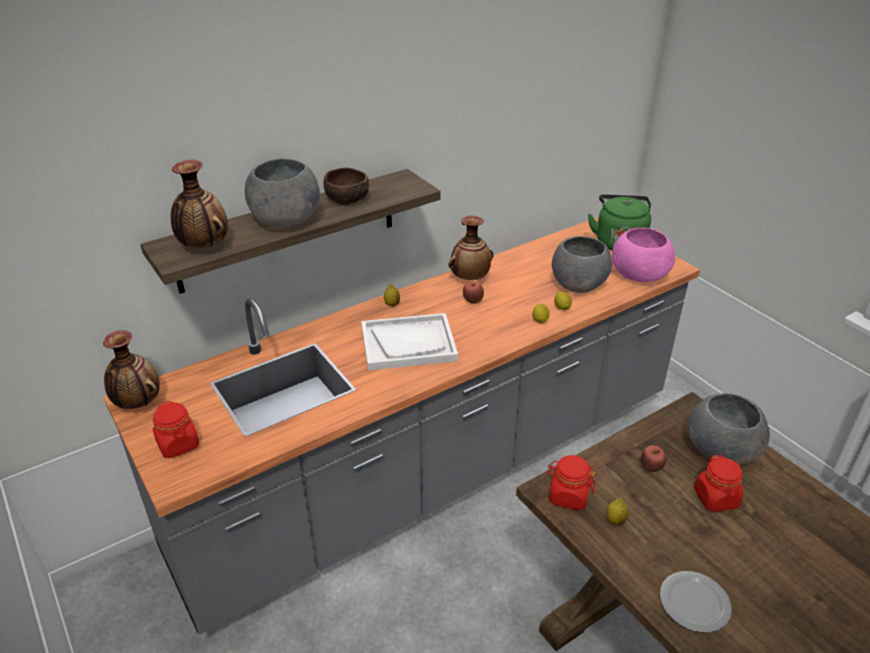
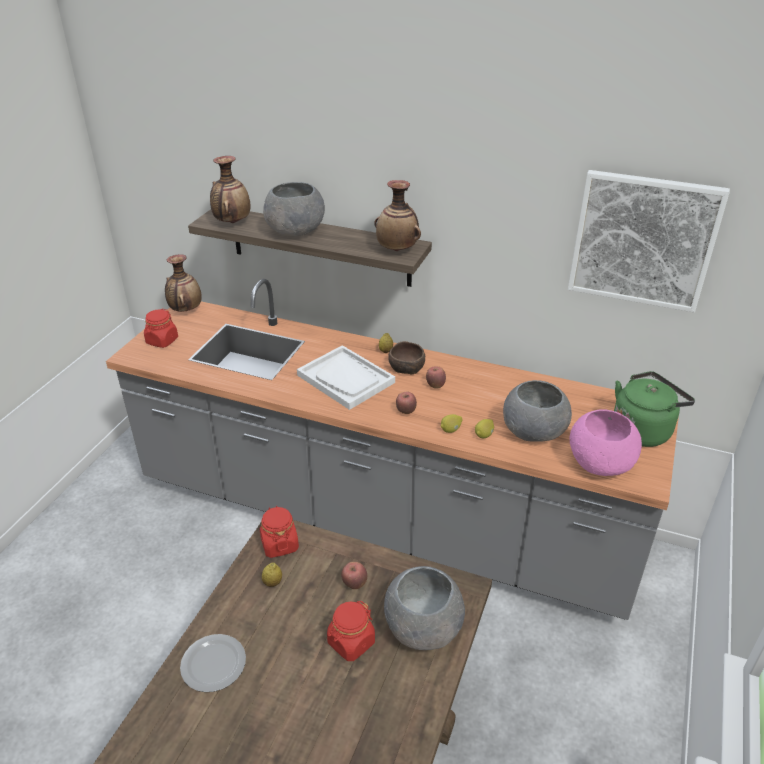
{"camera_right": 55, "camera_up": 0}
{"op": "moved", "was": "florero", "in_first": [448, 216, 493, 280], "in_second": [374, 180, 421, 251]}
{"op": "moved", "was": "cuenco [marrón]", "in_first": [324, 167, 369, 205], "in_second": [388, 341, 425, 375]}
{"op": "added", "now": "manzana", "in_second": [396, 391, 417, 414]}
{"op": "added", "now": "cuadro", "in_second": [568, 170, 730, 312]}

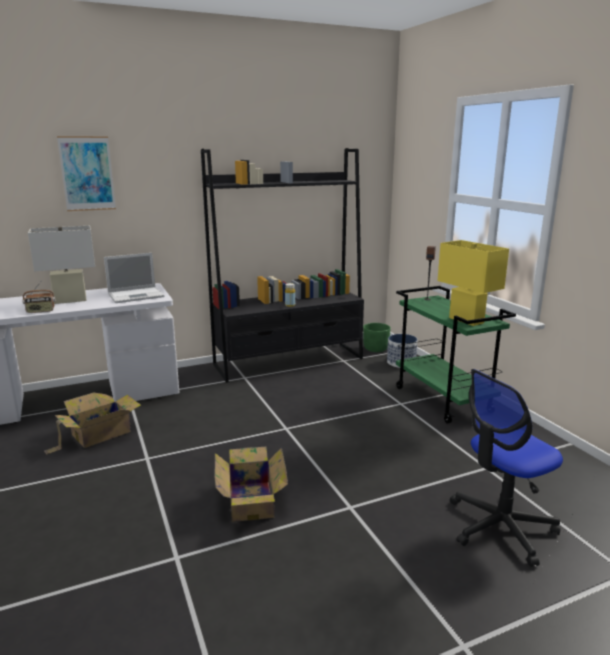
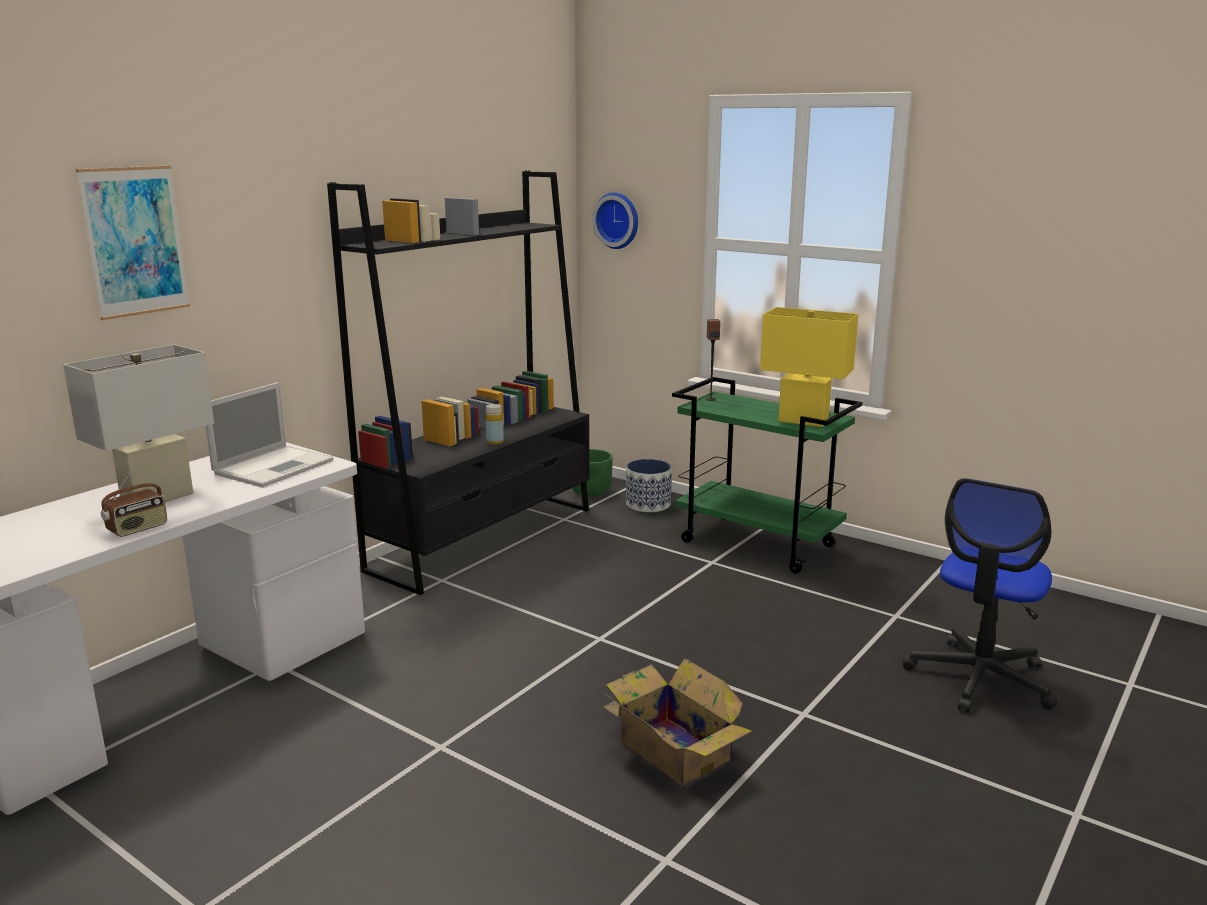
{"camera_right": -30, "camera_up": 0}
{"op": "added", "now": "reloj de pared", "in_second": [592, 192, 638, 249]}
{"op": "removed", "was": "caja de cartón", "in_first": [44, 393, 141, 454]}

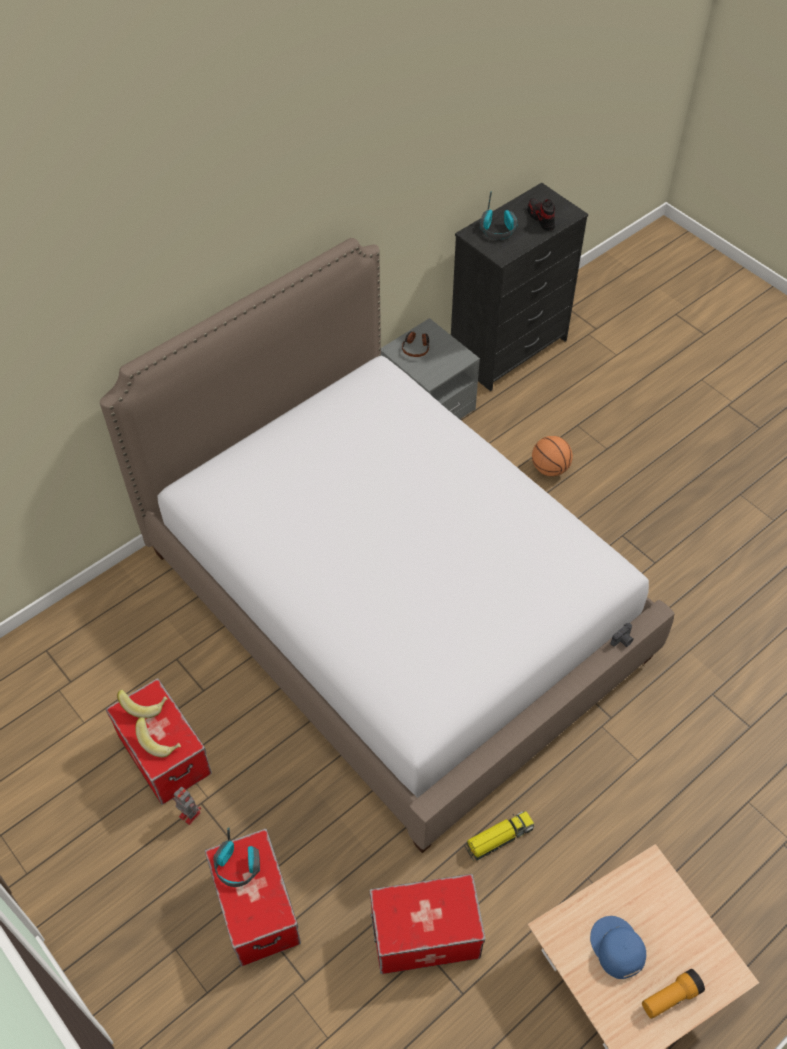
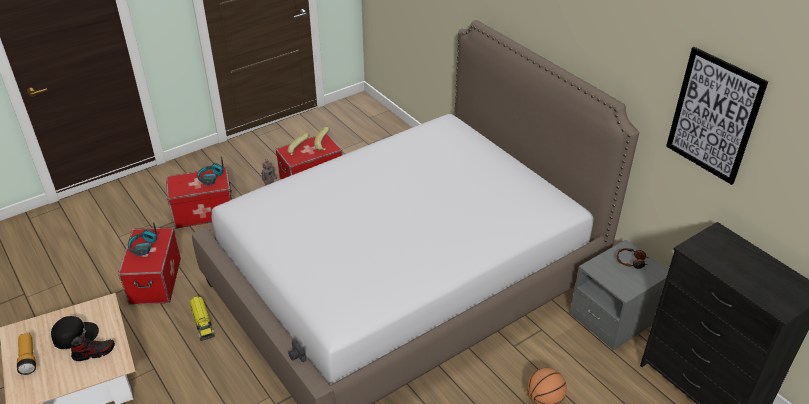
{"camera_right": 95, "camera_up": -15}
{"op": "recoloured", "was": "gorra [azul]", "now": "gorra [negro]", "in_first": [590, 916, 646, 979], "in_second": [51, 316, 99, 349]}
{"op": "moved", "was": "zapato", "in_first": [527, 198, 555, 231], "in_second": [71, 335, 115, 361]}
{"op": "moved", "was": "auriculares", "in_first": [480, 192, 517, 239], "in_second": [128, 222, 157, 256]}
{"op": "added", "now": "cuadro", "in_second": [666, 47, 768, 185]}

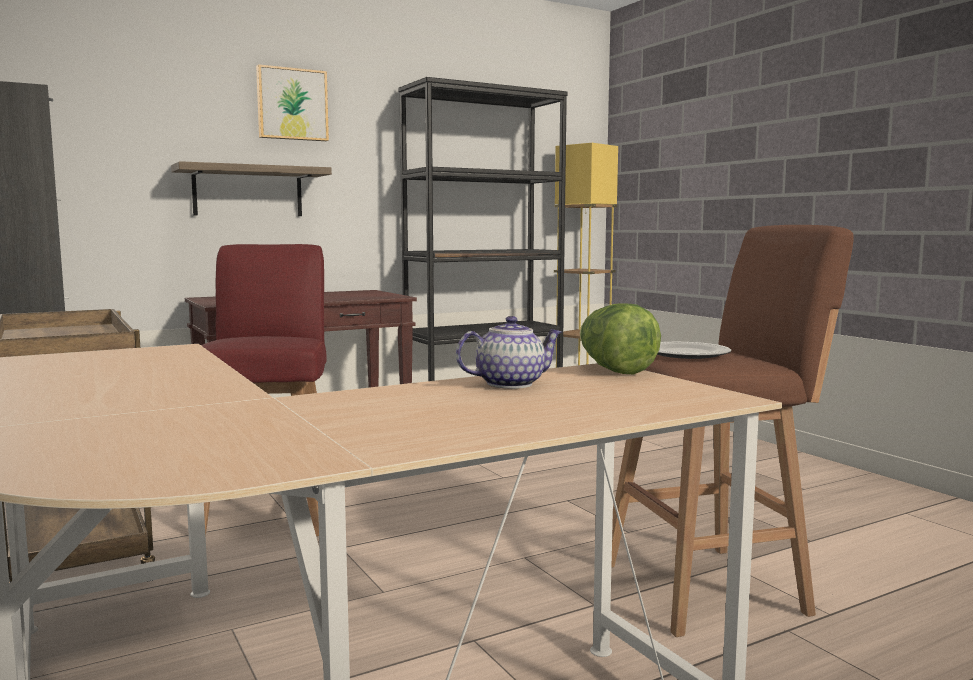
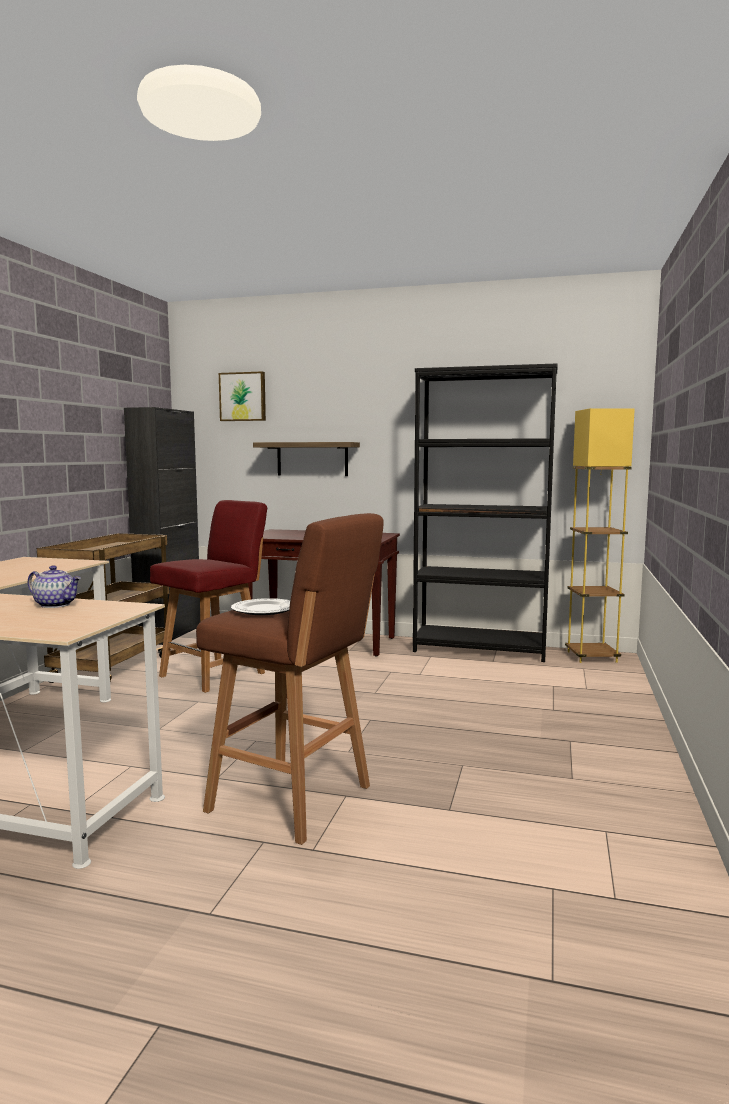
{"camera_right": 45, "camera_up": 0}
{"op": "moved", "was": "cuadro", "in_first": [256, 64, 329, 141], "in_second": [219, 372, 266, 421]}
{"op": "removed", "was": "lechuga", "in_first": [580, 303, 661, 374]}

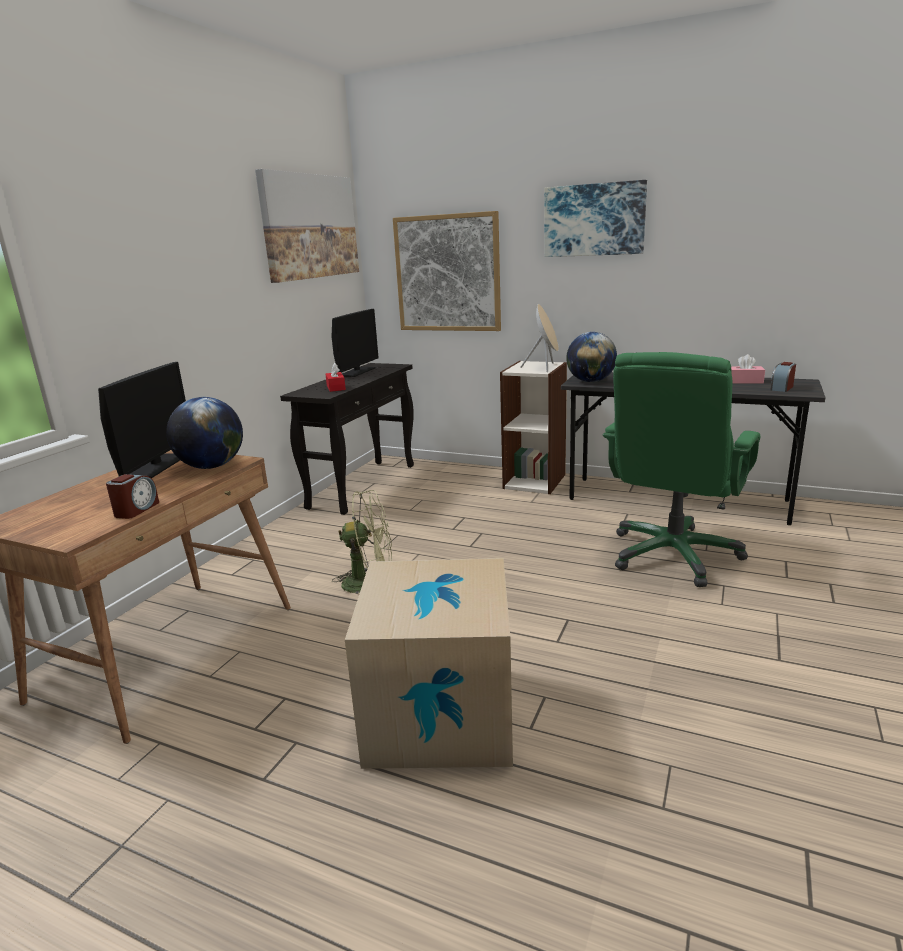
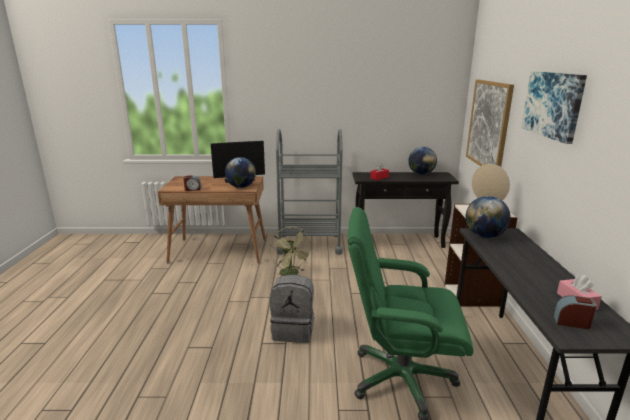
{"camera_right": 65, "camera_up": 0}
{"op": "added", "now": "mochila [gris]", "in_second": [270, 275, 314, 343]}
{"op": "added", "now": "carrito [gris]", "in_second": [276, 129, 343, 255]}
{"op": "replaced", "was": "monitor", "now": "globo terráqueo", "in_first": [331, 309, 379, 377], "in_second": [408, 147, 437, 175]}
{"op": "removed", "was": "cuadro", "in_first": [255, 169, 359, 283]}
{"op": "removed", "was": "caja de cartón", "in_first": [345, 558, 513, 769]}

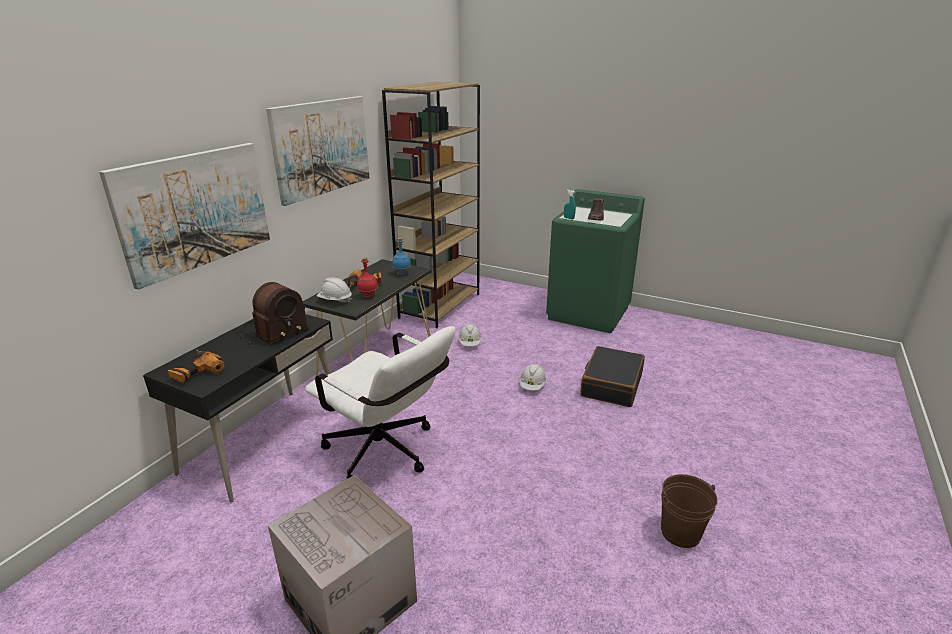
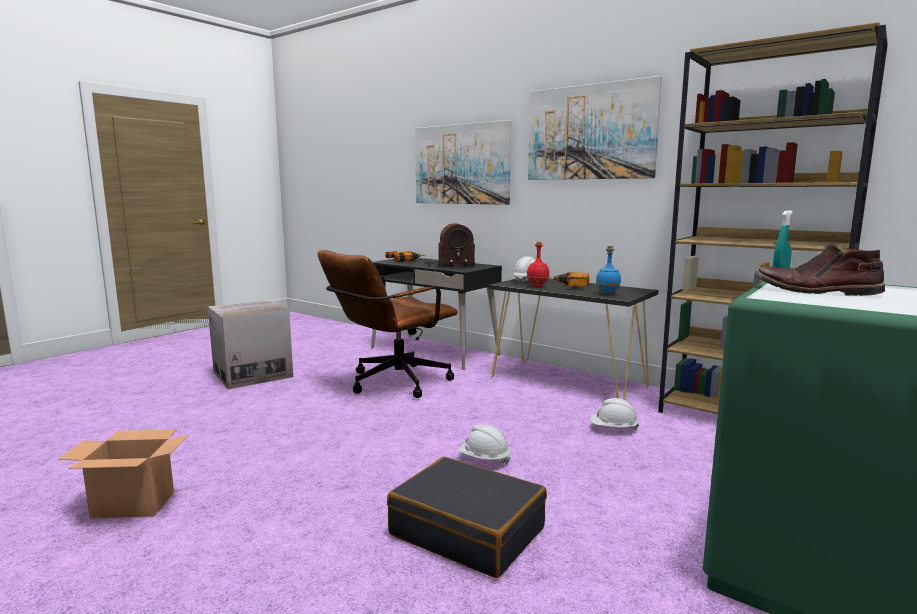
{"camera_right": 100, "camera_up": -15}
{"op": "replaced", "was": "cubo [marrón]", "now": "caja de cartón", "in_first": [661, 474, 718, 548], "in_second": [58, 429, 189, 519]}
{"op": "recoloured", "was": "silla de oficina [blanco]", "now": "silla de oficina [marrón]", "in_first": [305, 326, 456, 479], "in_second": [317, 250, 458, 398]}
{"op": "turned", "was": "radio", "in_first": [233, 282, 309, 346], "in_second": [424, 223, 475, 267], "clockwise": -60}

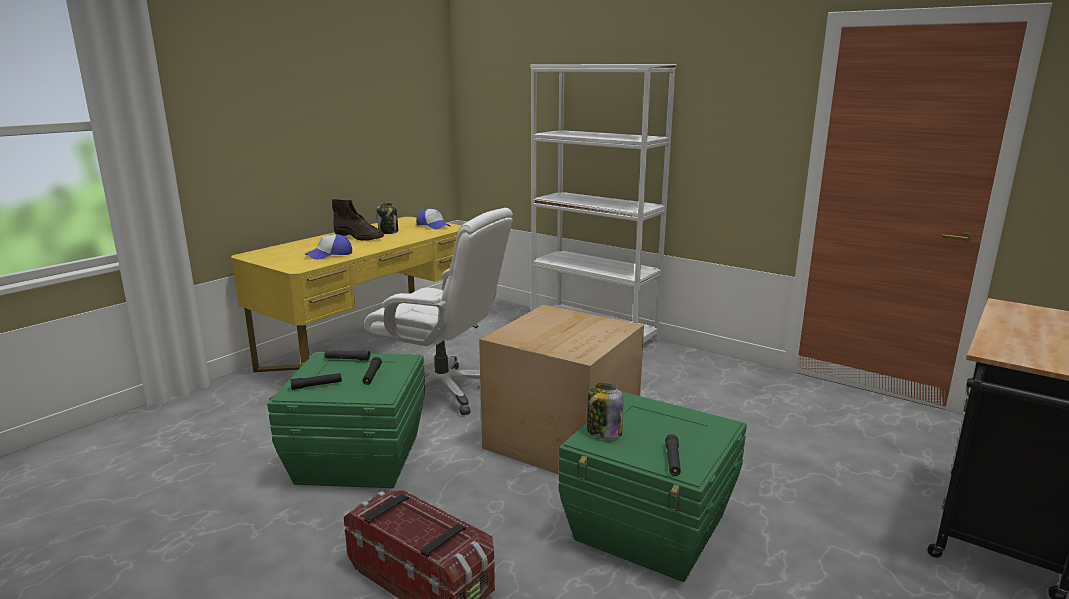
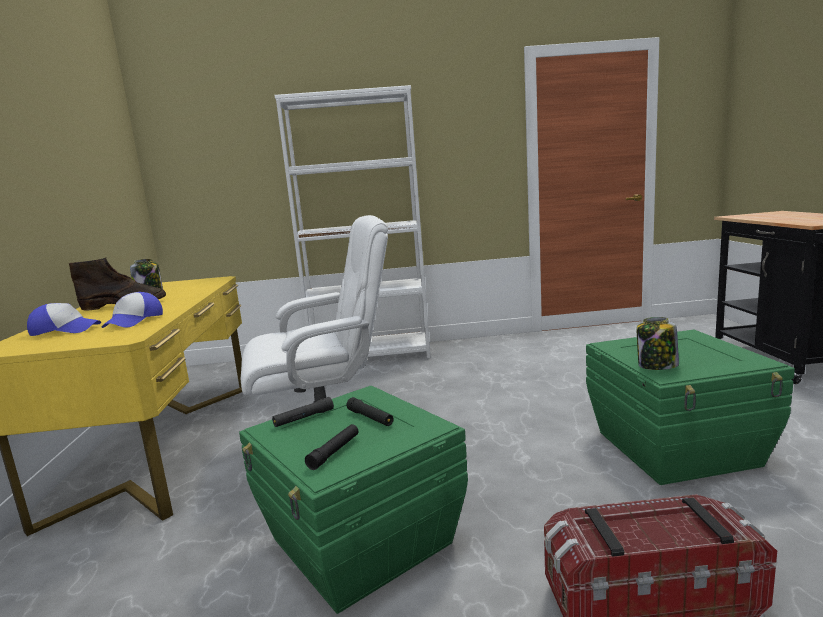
{"camera_right": -40, "camera_up": -5}
{"op": "moved", "was": "gorra", "in_first": [416, 209, 451, 230], "in_second": [27, 303, 101, 336]}
{"op": "removed", "was": "caja de cartón", "in_first": [479, 305, 644, 474]}
{"op": "removed", "was": "linterna [negro]", "in_first": [665, 434, 681, 476]}

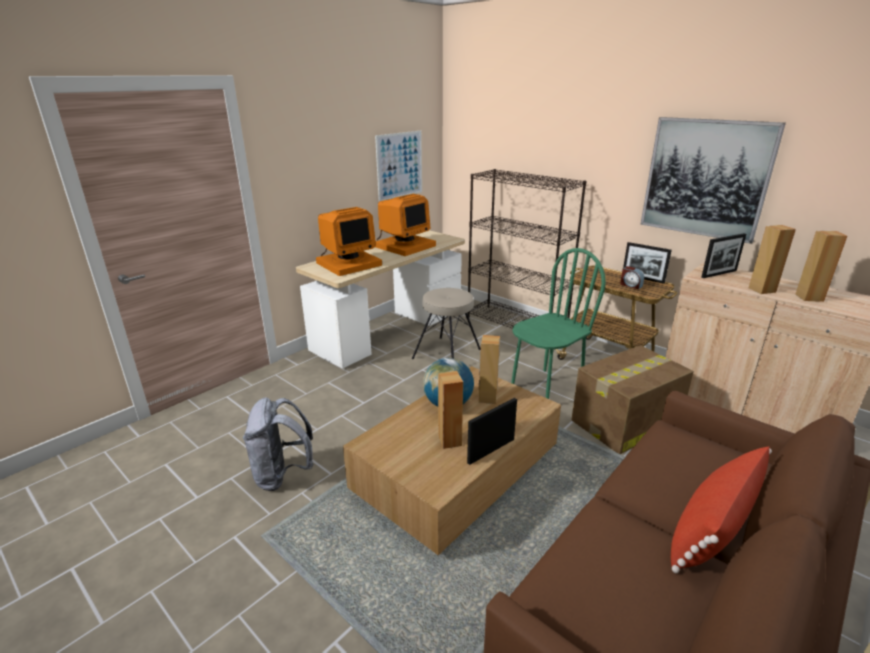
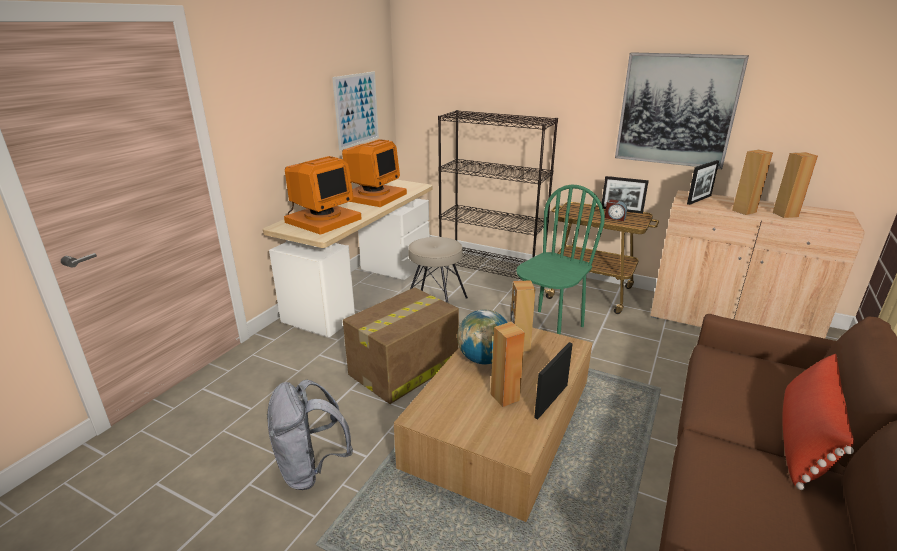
{"camera_right": -15, "camera_up": 0}
{"op": "moved", "was": "caja de cartón", "in_first": [571, 345, 694, 454], "in_second": [343, 287, 459, 404]}

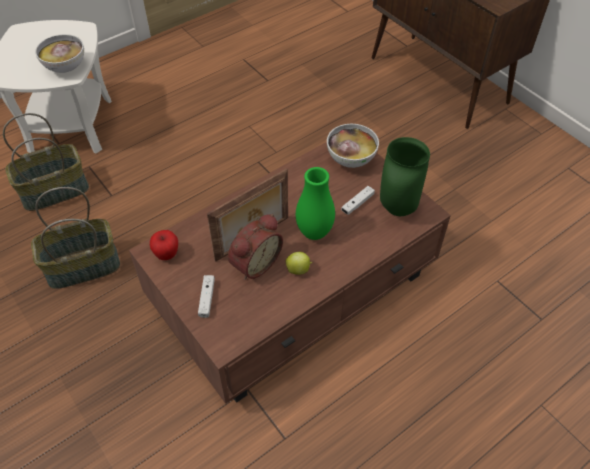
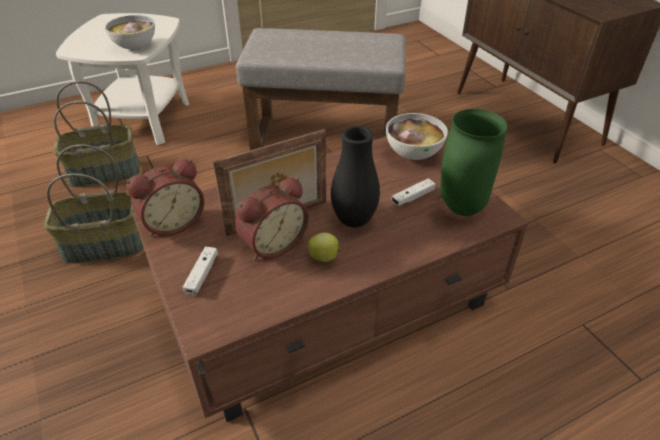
{"camera_right": 10, "camera_up": -10}
{"op": "replaced", "was": "manzana", "now": "despertador", "in_first": [150, 230, 178, 260], "in_second": [126, 159, 204, 237]}
{"op": "added", "now": "puf [gris]", "in_second": [236, 28, 406, 150]}
{"op": "recoloured", "was": "florero [verde]", "now": "florero [negro]", "in_first": [296, 167, 335, 240], "in_second": [331, 126, 380, 227]}

